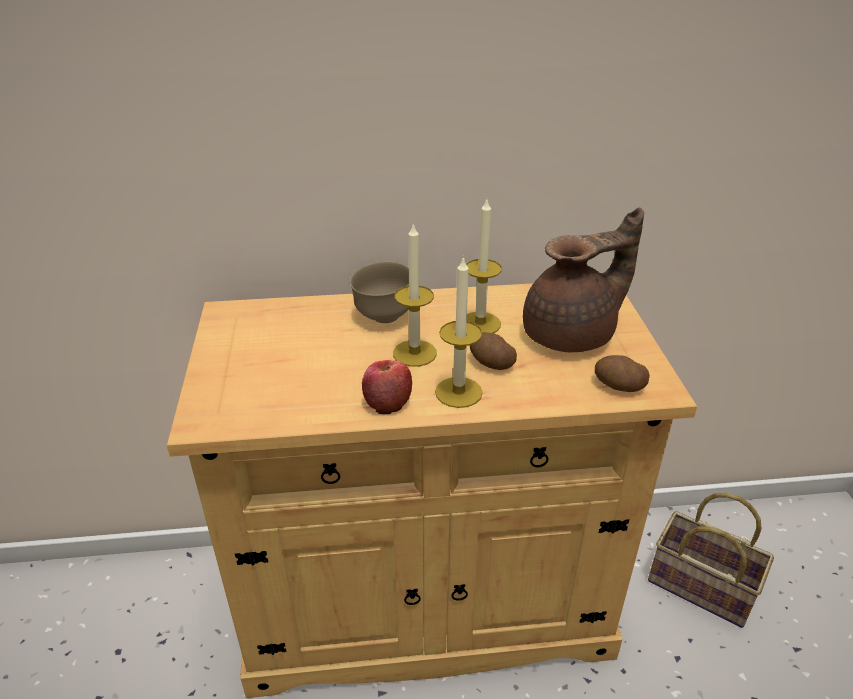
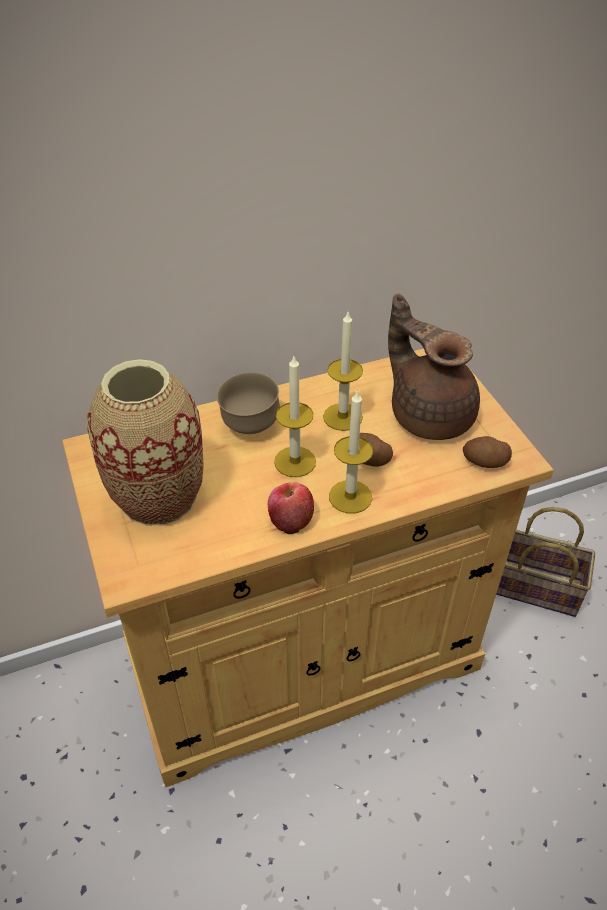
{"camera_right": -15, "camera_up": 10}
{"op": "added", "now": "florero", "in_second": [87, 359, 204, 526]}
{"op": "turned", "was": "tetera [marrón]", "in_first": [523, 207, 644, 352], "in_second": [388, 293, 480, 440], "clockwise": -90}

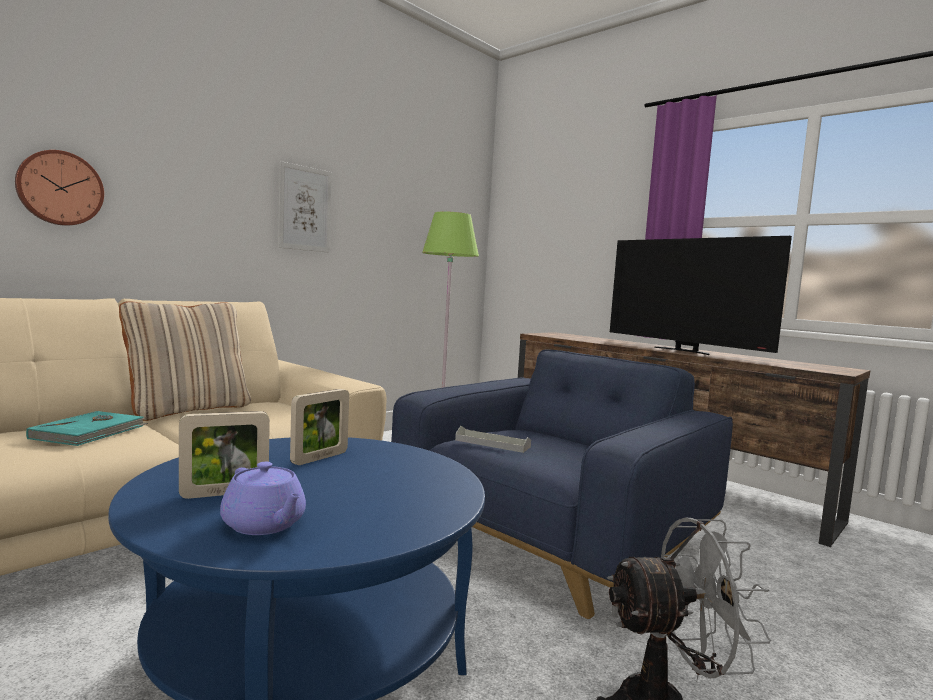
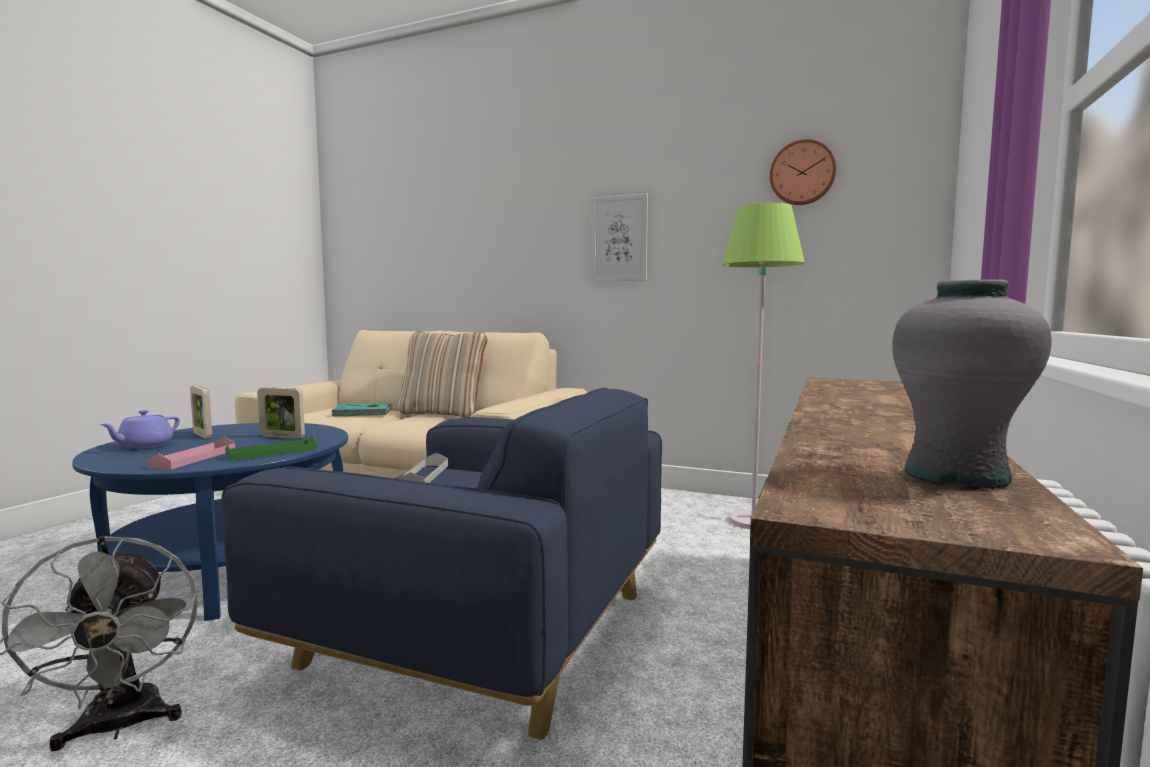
{"camera_right": 70, "camera_up": 0}
{"op": "added", "now": "bandeja [rosa]", "in_second": [148, 437, 235, 469]}
{"op": "added", "now": "bandeja [verde]", "in_second": [225, 435, 317, 461]}
{"op": "moved", "was": "reloj de pared", "in_first": [15, 150, 104, 226], "in_second": [769, 139, 836, 205]}
{"op": "added", "now": "florero [gris]", "in_second": [892, 280, 1052, 489]}
{"op": "removed", "was": "televisor", "in_first": [610, 236, 792, 355]}

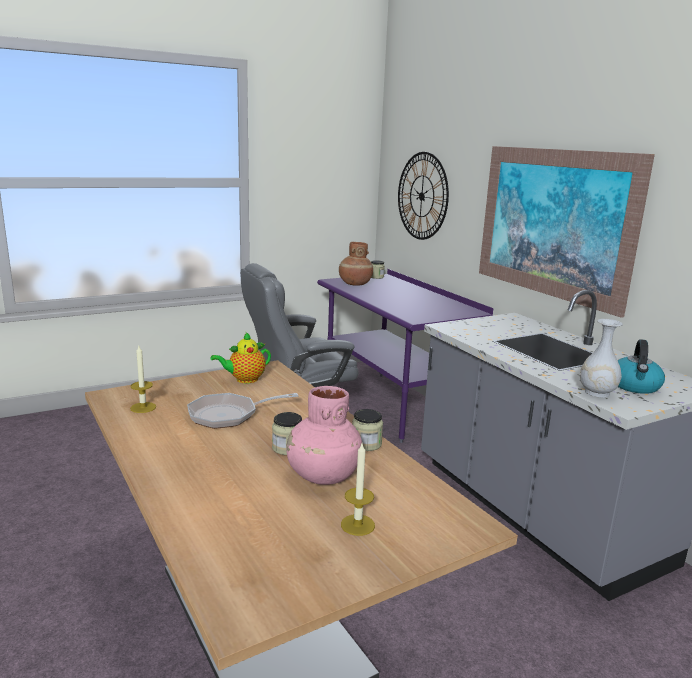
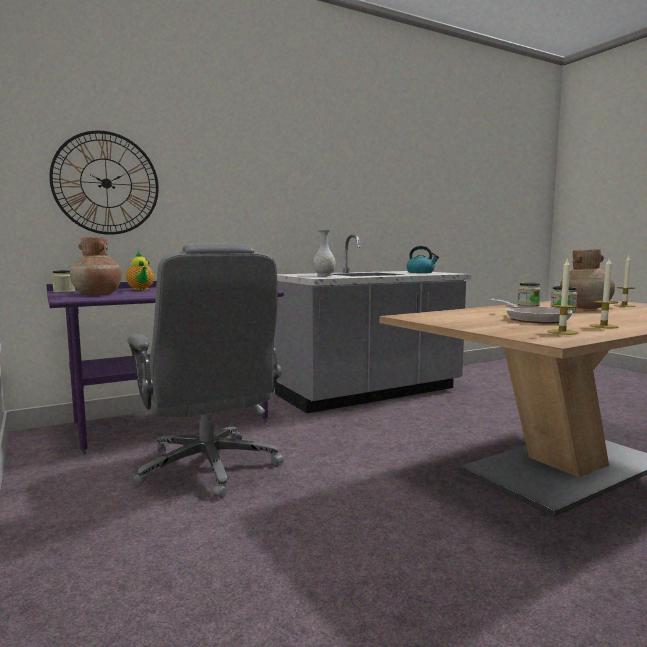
{"camera_right": -90, "camera_up": -10}
{"op": "moved", "was": "tetera", "in_first": [210, 332, 271, 383], "in_second": [126, 251, 154, 290]}
{"op": "moved", "was": "florero [blanco]", "in_first": [580, 319, 623, 398], "in_second": [313, 230, 336, 276]}
{"op": "recoloured", "was": "florero [rosa]", "now": "florero [marrón]", "in_first": [286, 386, 362, 485], "in_second": [560, 249, 615, 309]}
{"op": "added", "now": "vela", "in_second": [590, 257, 618, 328]}
{"op": "removed", "was": "cuadro", "in_first": [479, 146, 655, 318]}

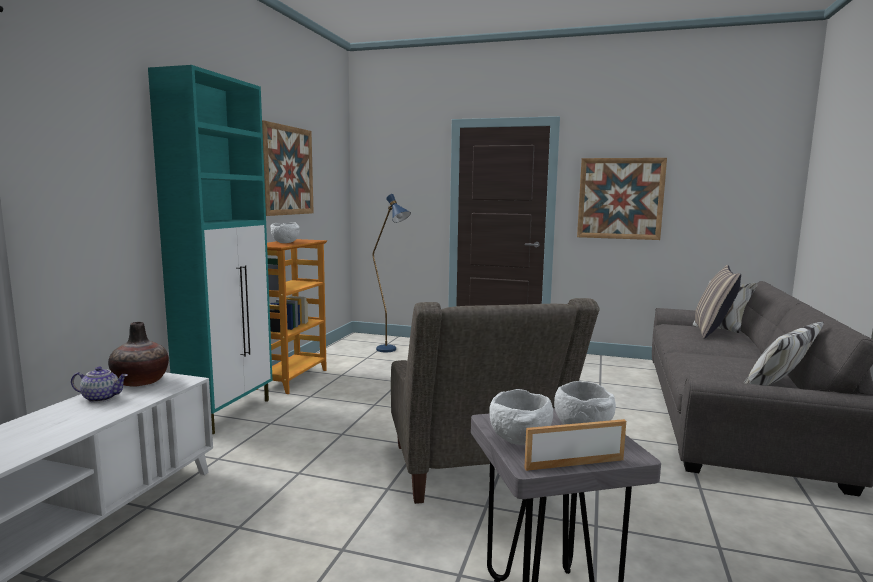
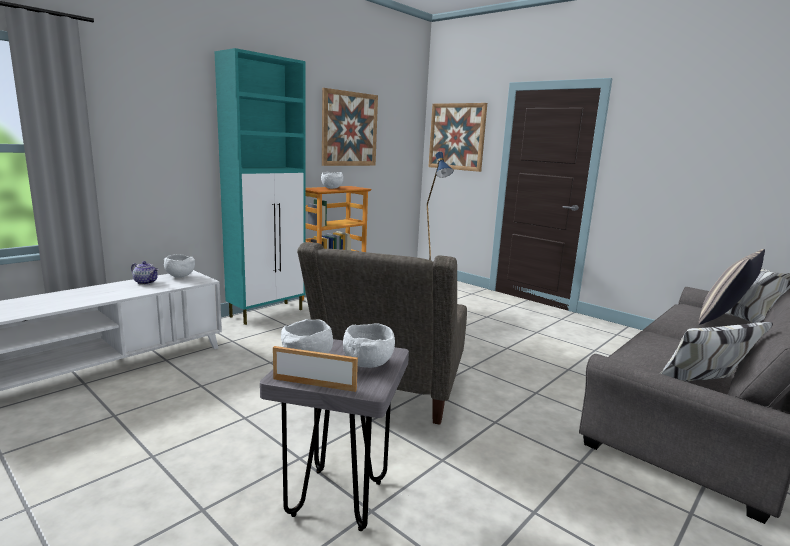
{"camera_right": 25, "camera_up": 5}
{"op": "replaced", "was": "florero", "now": "cuenco [blanco]", "in_first": [108, 322, 169, 387], "in_second": [164, 254, 195, 278]}
{"op": "moved", "was": "cuadro", "in_first": [577, 158, 667, 240], "in_second": [428, 103, 487, 172]}

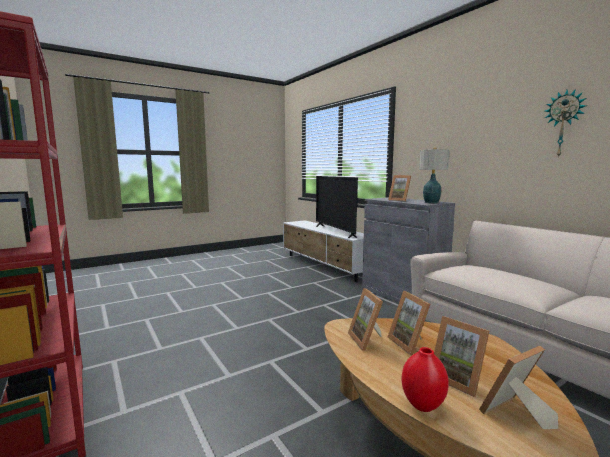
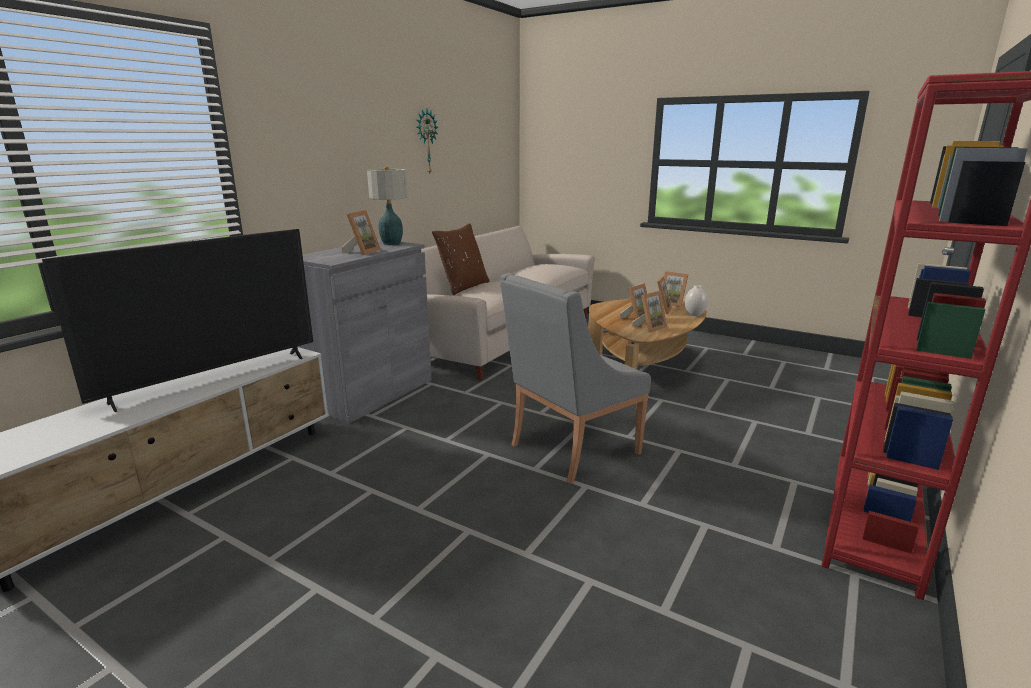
{"camera_right": -115, "camera_up": 10}
{"op": "added", "now": "cojín [marrón]", "in_second": [432, 223, 490, 295]}
{"op": "added", "now": "sillón [gris]", "in_second": [500, 273, 651, 484]}
{"op": "recoloured", "was": "florero [rojo]", "now": "florero [blanco]", "in_first": [402, 347, 449, 412], "in_second": [685, 285, 708, 316]}

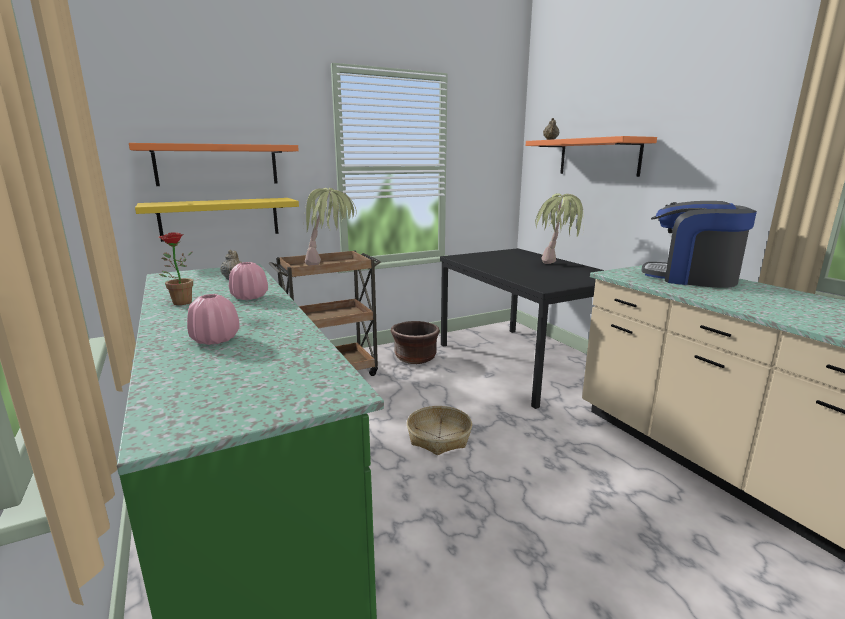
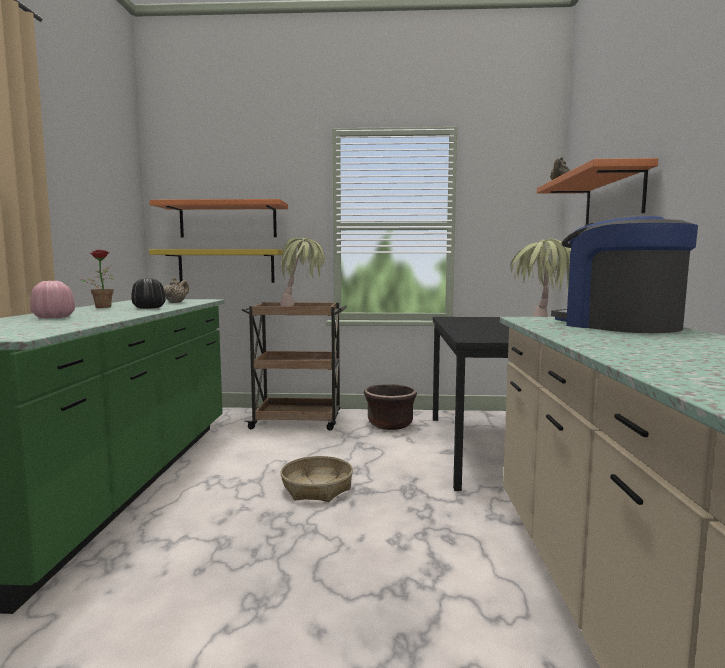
{"camera_right": 30, "camera_up": -10}
{"op": "recoloured", "was": "florero [rosa]", "now": "florero [negro]", "in_first": [229, 262, 268, 300], "in_second": [131, 278, 166, 309]}

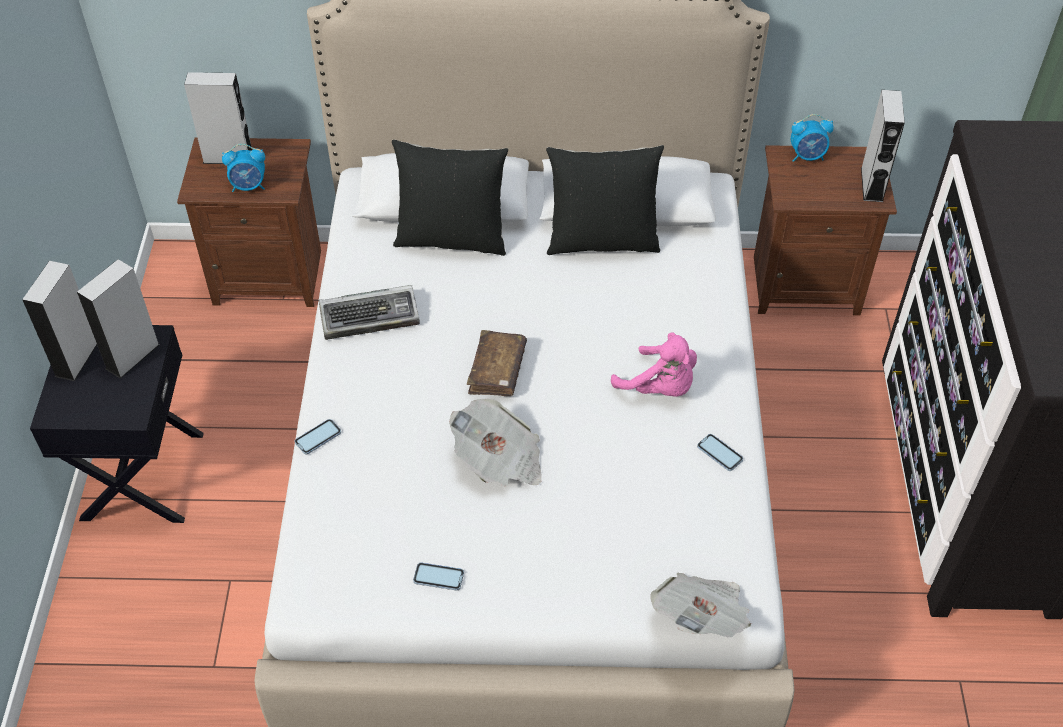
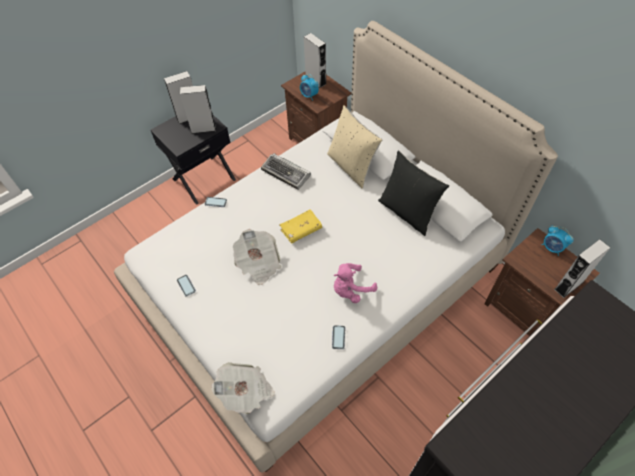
{"camera_right": 50, "camera_up": 5}
{"op": "recoloured", "was": "libro [marrón]", "now": "libro [amarillo]", "in_first": [467, 330, 527, 396], "in_second": [280, 209, 322, 243]}
{"op": "recoloured", "was": "cojín [negro]", "now": "cojín [beis]", "in_first": [392, 140, 508, 256], "in_second": [327, 105, 382, 188]}
{"op": "turned", "was": "peluche [rosa]", "in_first": [611, 332, 697, 397], "in_second": [334, 263, 377, 303], "clockwise": 60}

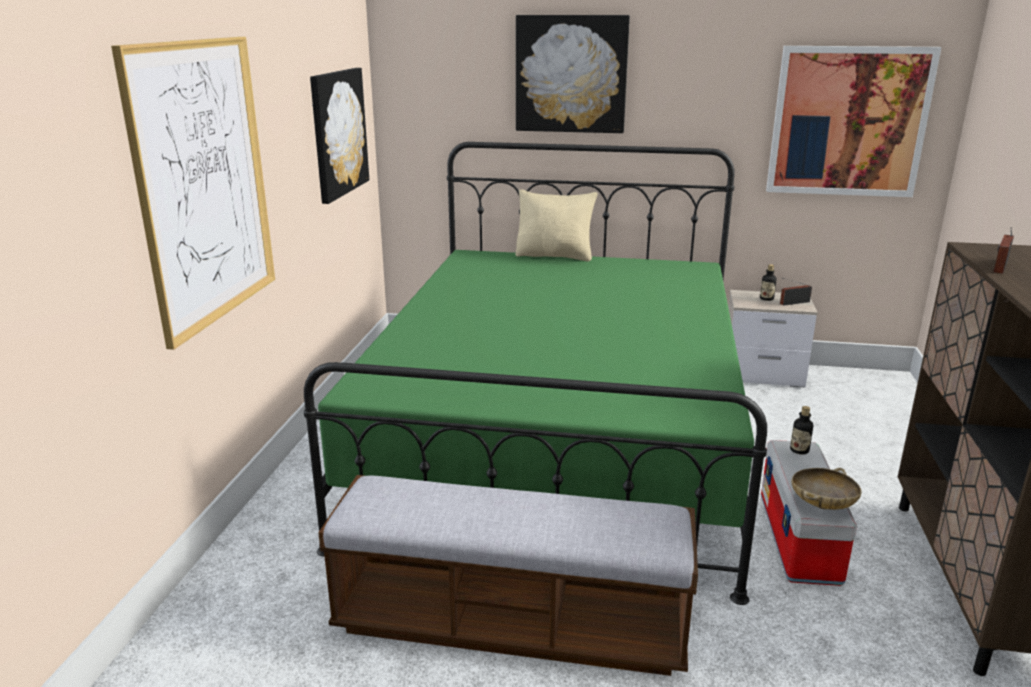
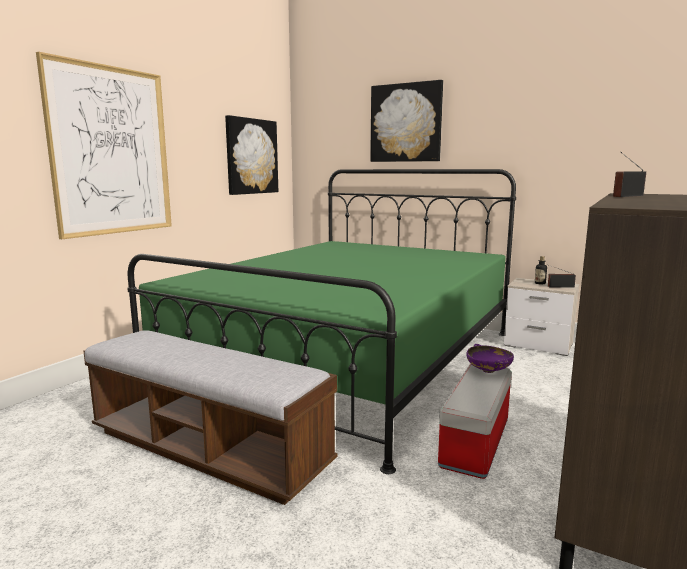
{"camera_right": 20, "camera_up": -10}
{"op": "replaced", "was": "botella", "now": "cuenco [morado]", "in_first": [790, 406, 813, 454], "in_second": [467, 344, 514, 373]}
{"op": "removed", "was": "cojín [beis]", "in_first": [516, 189, 598, 262]}
{"op": "removed", "was": "cuadro", "in_first": [766, 46, 941, 197]}
{"op": "removed", "was": "cuenco [beis]", "in_first": [791, 468, 862, 510]}

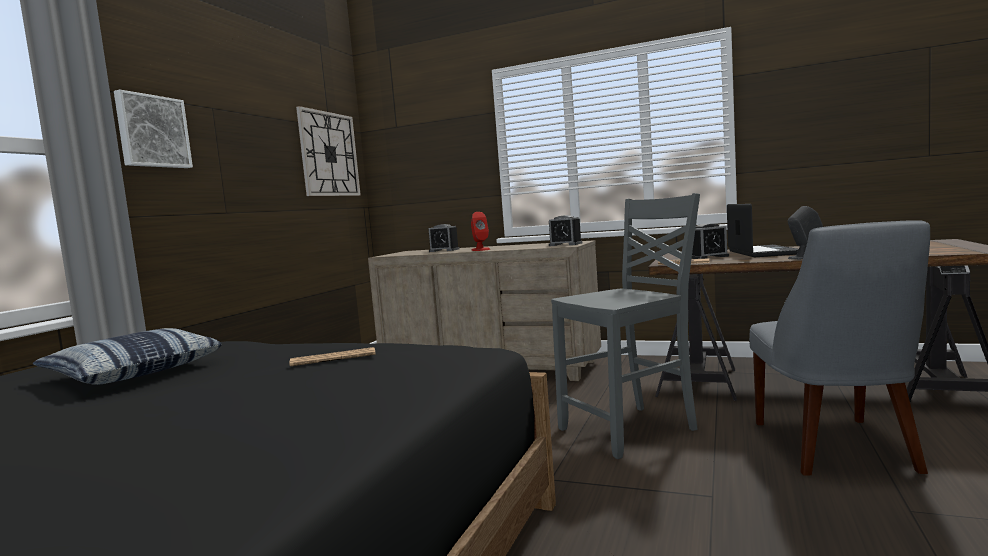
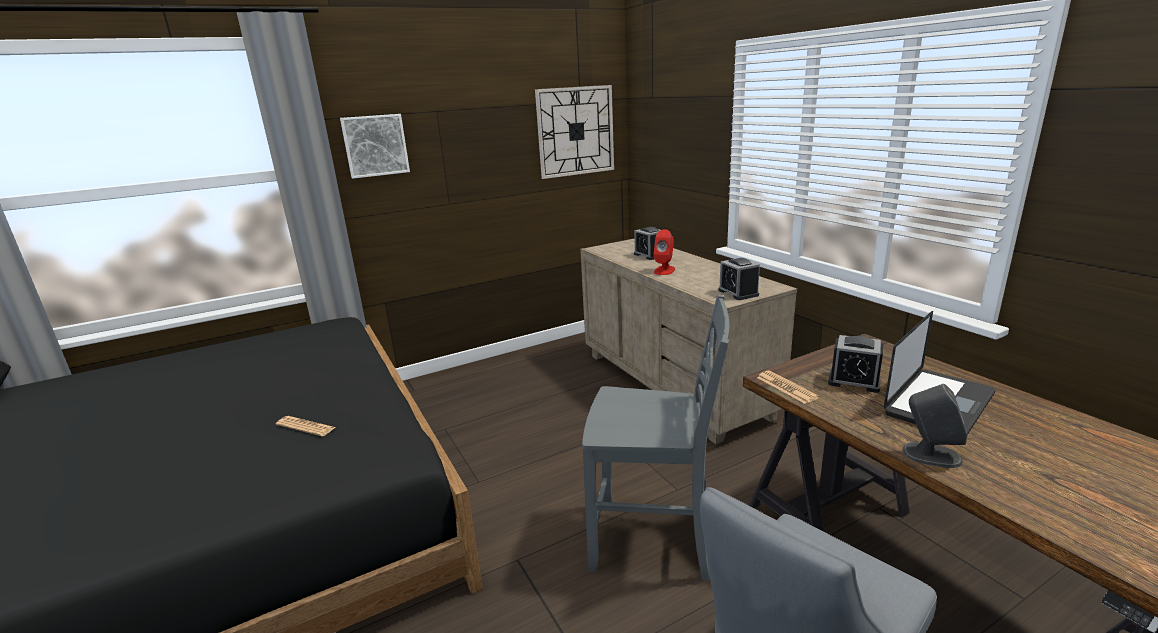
{"camera_right": 40, "camera_up": 15}
{"op": "removed", "was": "cojín", "in_first": [33, 328, 222, 385]}

